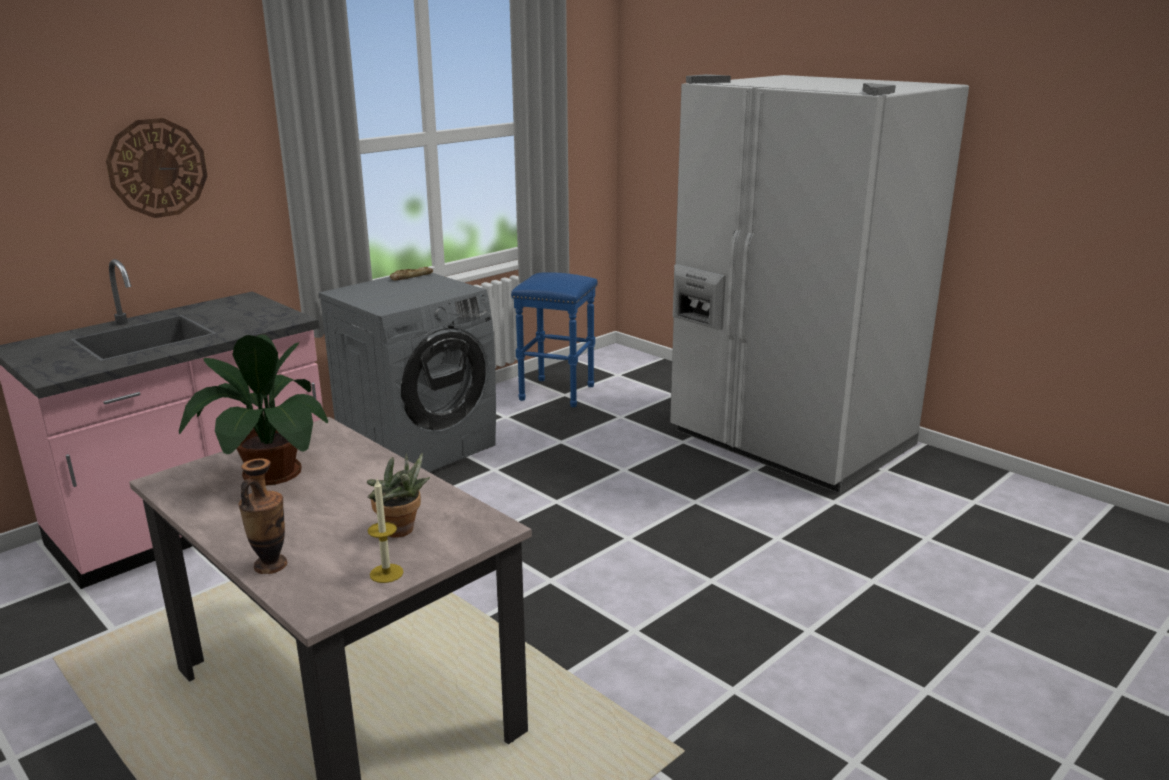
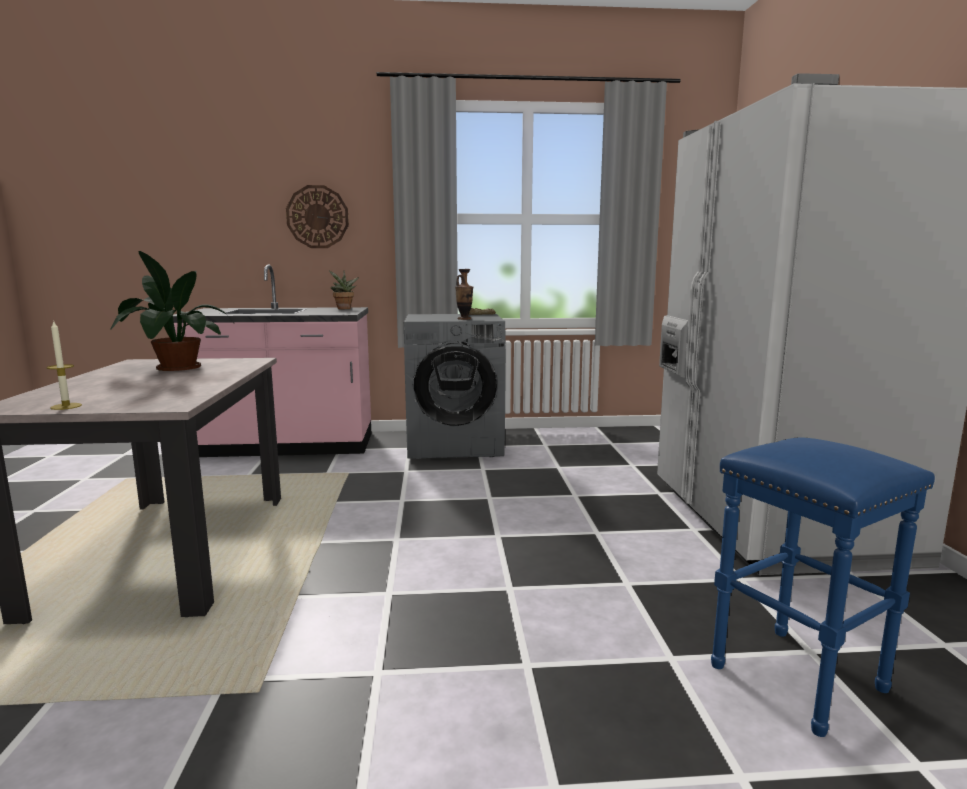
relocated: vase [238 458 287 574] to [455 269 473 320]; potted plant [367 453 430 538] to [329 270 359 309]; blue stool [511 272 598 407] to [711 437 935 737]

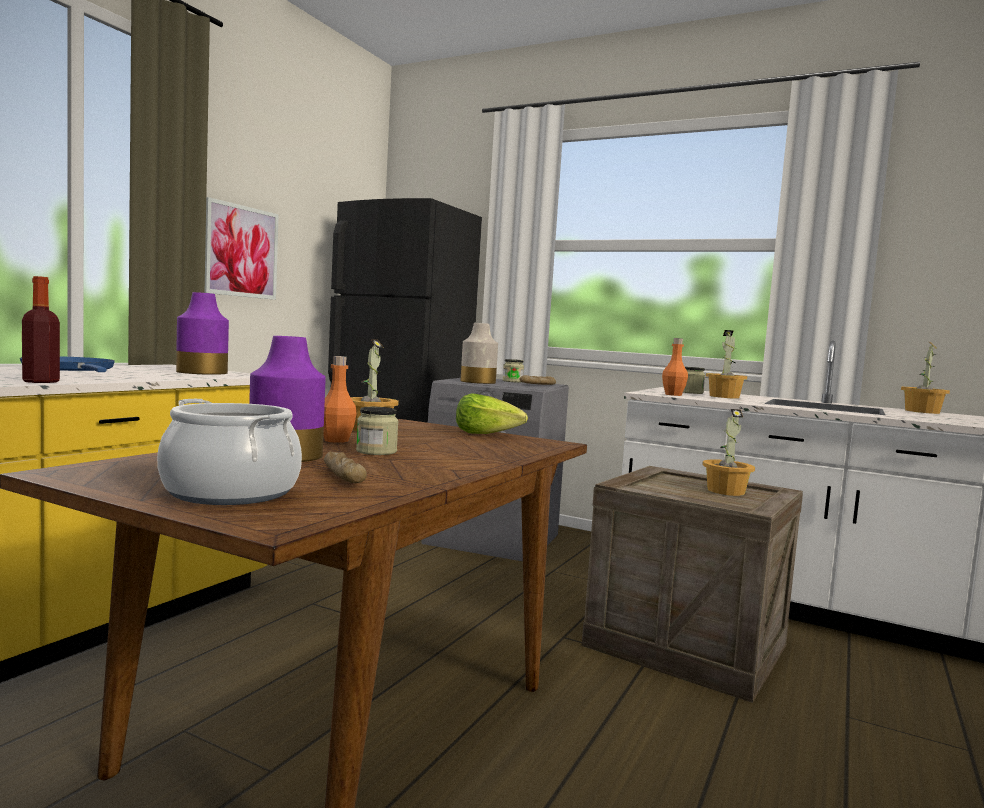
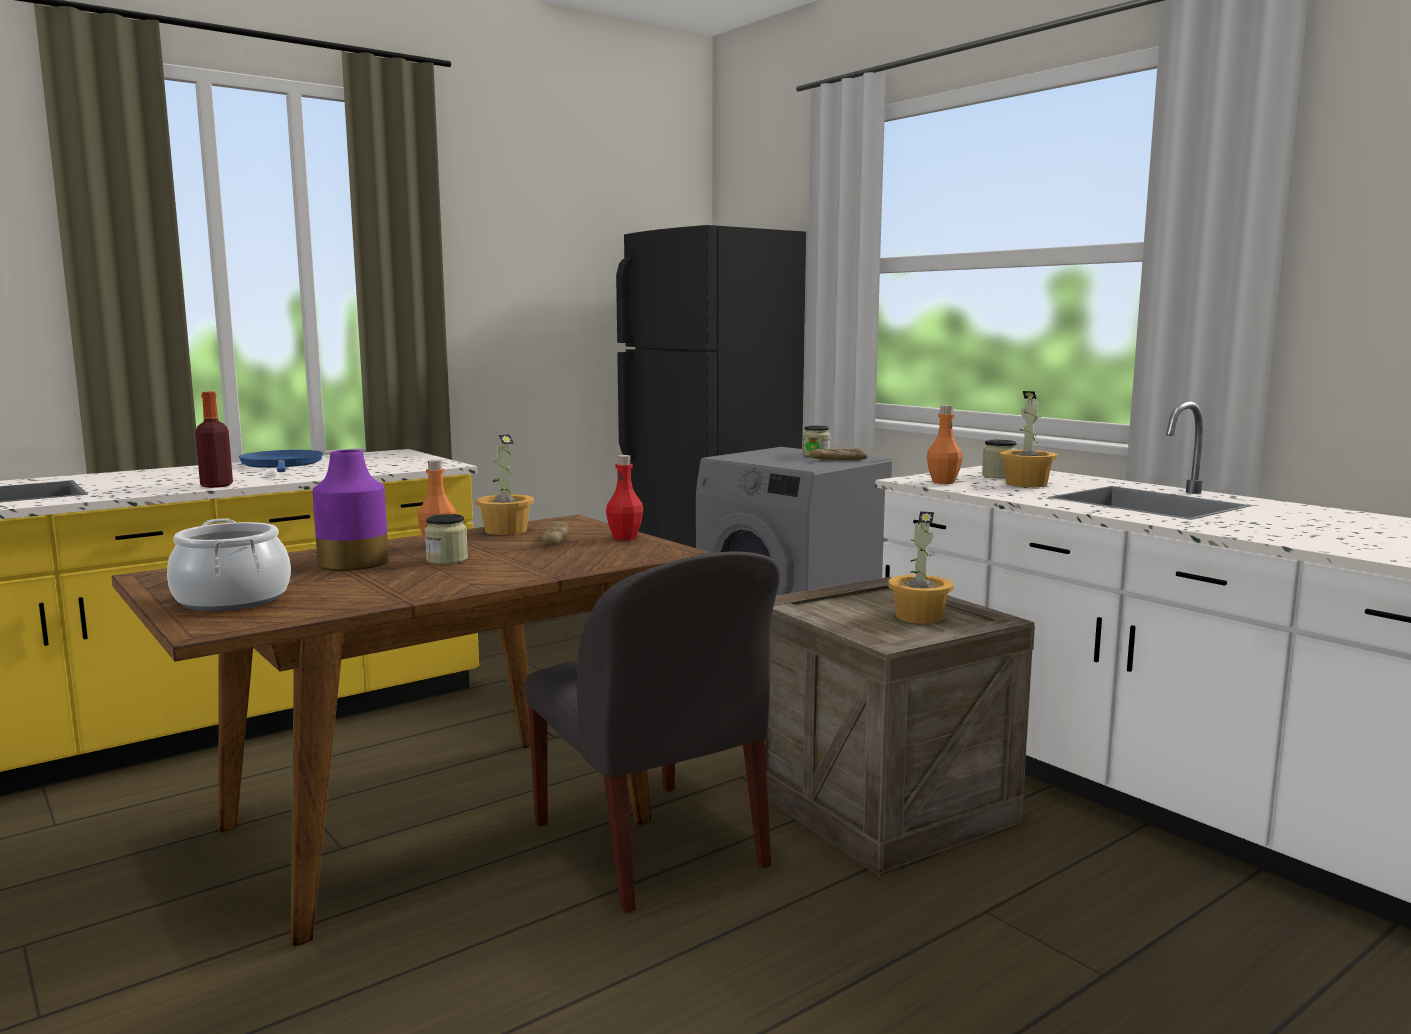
missing: purple vase [176 292 229 375]; picture [204 197 279 300]; beige vase [461 323 498 384]; potted plant [901 342 950 414]
appeared: grey chair [524 552 780 913]
relocated: bread [324 451 367 483] to [541 521 569 545]
exchanged: lettuce [456 393 528 434] to red bottle [606 455 643 540]

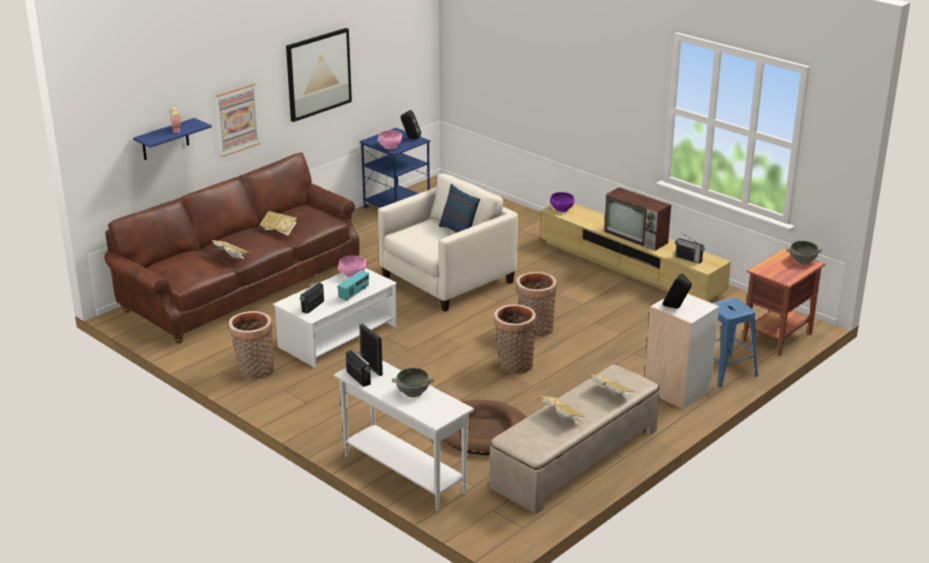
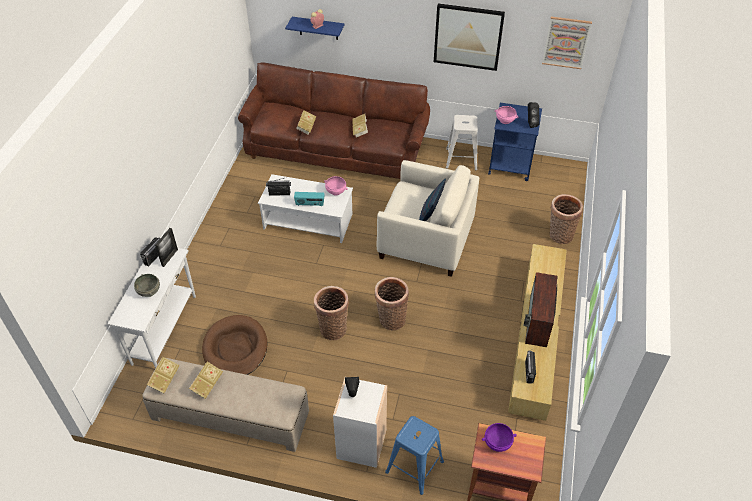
missing: grey bowl [787 241 822 264]
appeared: white stool [446 115 478 170]
relocated: picture [215 83 260 157] to [542 17 592 69]; basket [229 311 273 380] to [550 194 583 244]; purple bowl [550 192 575 212] to [482 423 517 452]; book [589 374 634 399] to [147 357 180 393]

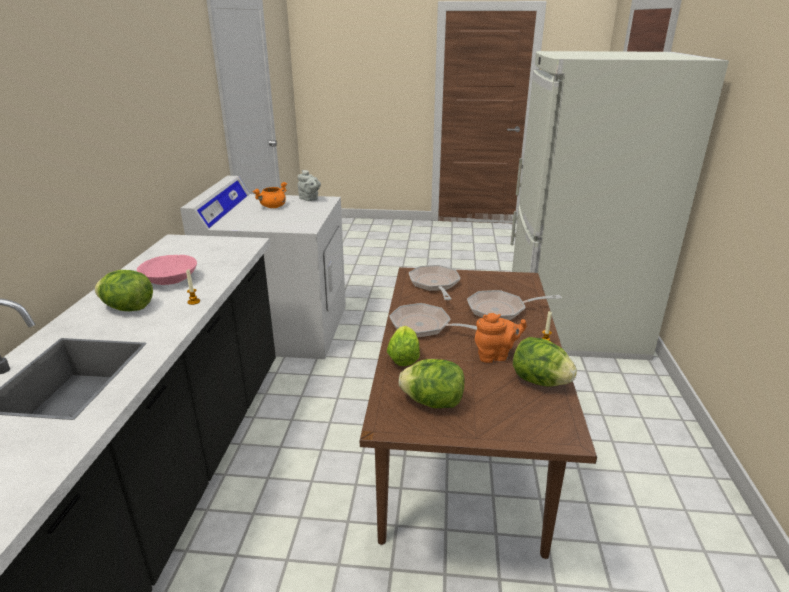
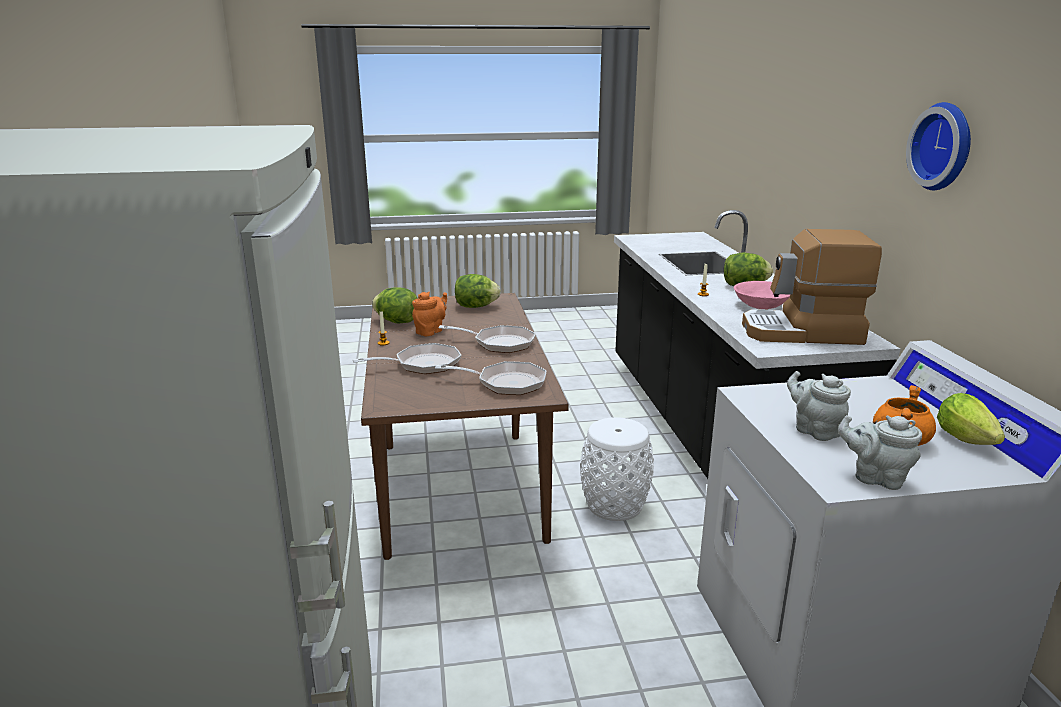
appeared: white stool [580 417 654 521]; coffee machine [742 229 882 345]; grey teapot [787 371 851 441]; wall clock [906 102 971 190]
relocated: lettuce [387 326 420 366] to [937 393 1005 445]
spun: frying pan [409 265 460 300] = [435 361 547 395] 60 degrees counterclockwise; orange teapot [475 313 527 363] = [412 292 447 336] 150 degrees clockwise

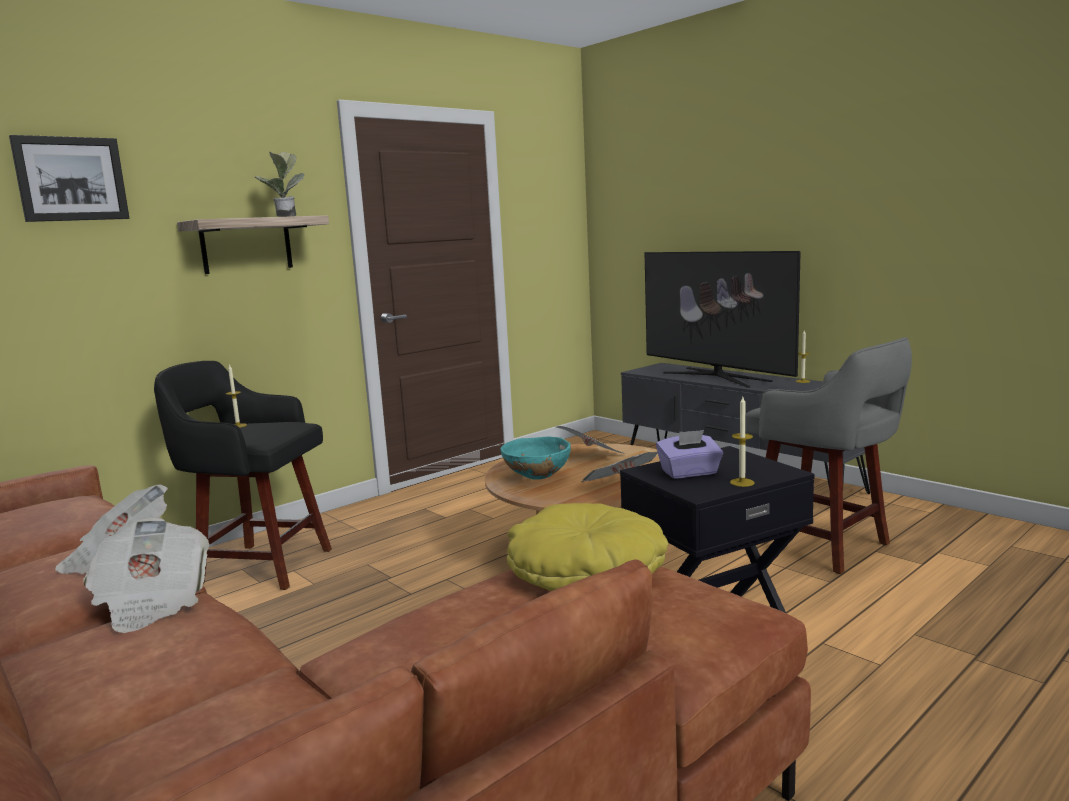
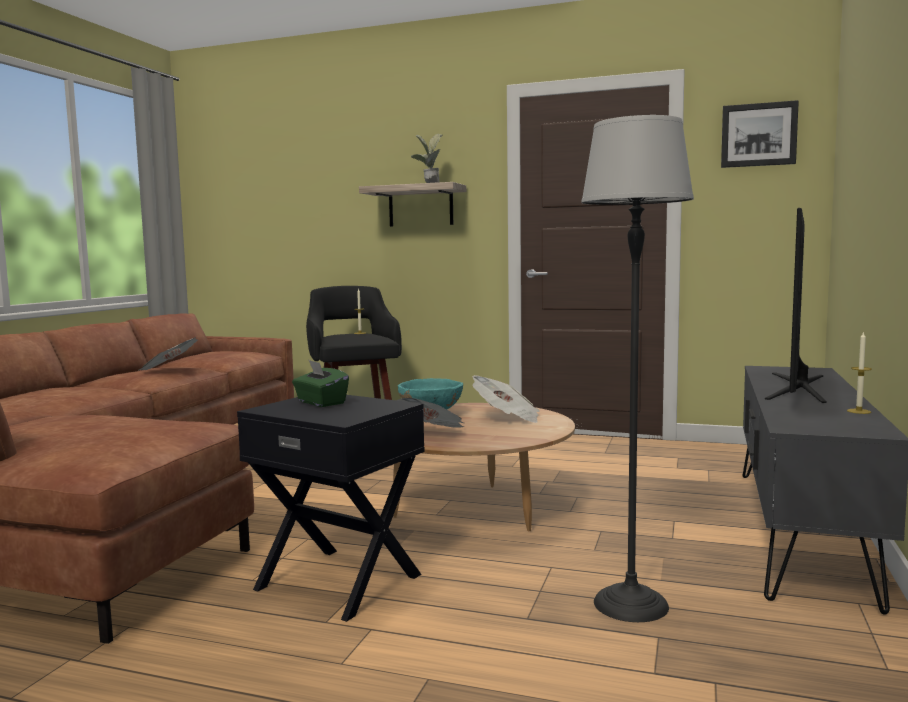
missing: newspaper [83 518 210 633]; yellow pillow [507 503 668 591]; candle [730 397 755 487]
relocated: picture [9 135 130 222] to [721 100 799 168]
exchanged: grey stool [745 337 912 574] to floor lamp [581 115 694 622]
colour: purple tissue box [656 430 723 479] to green tissue box [292 360 349 407]

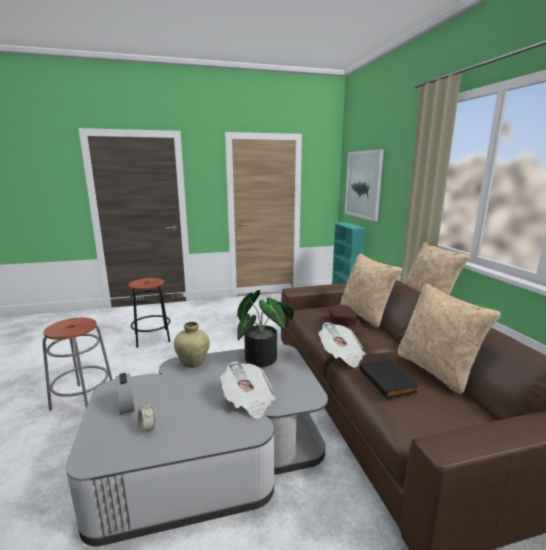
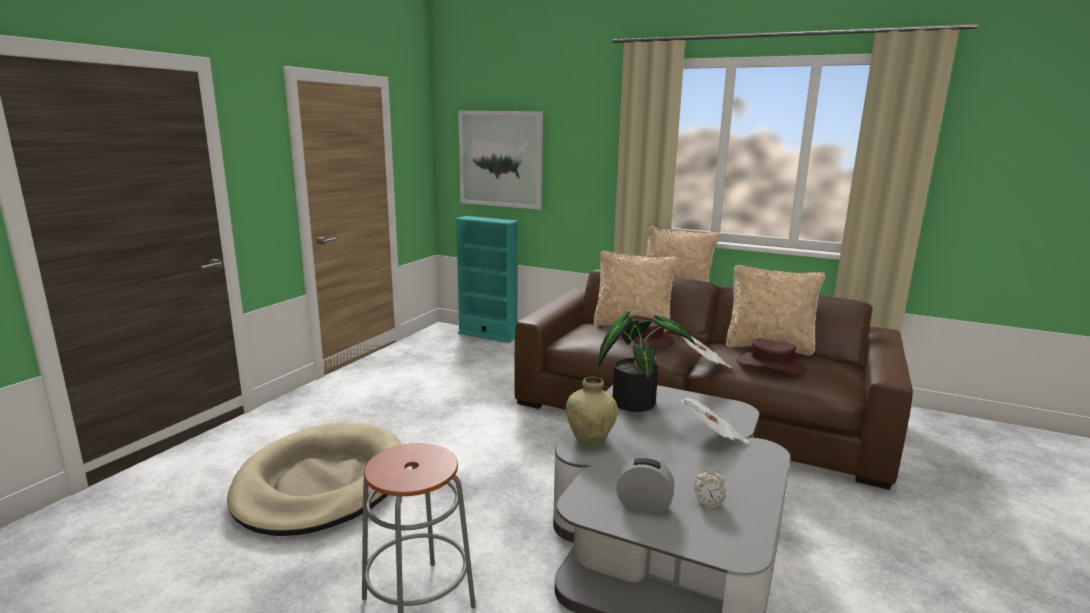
exchanged: black stool [129 278 170 348] to beige dog bed [227 422 402 536]; black book [360 359 419 399] to brown hat [736 338 807 375]

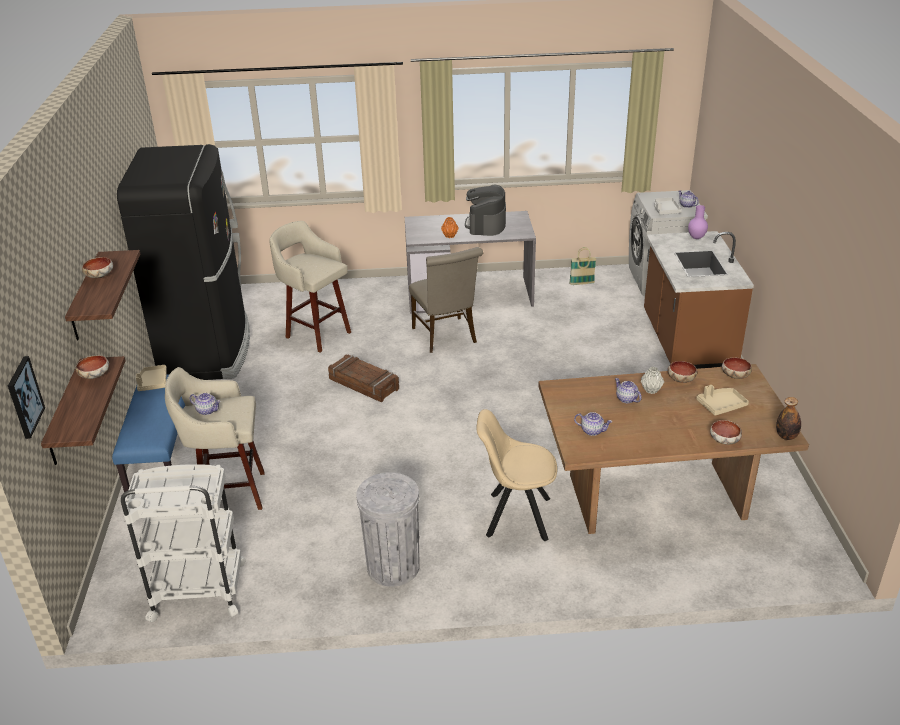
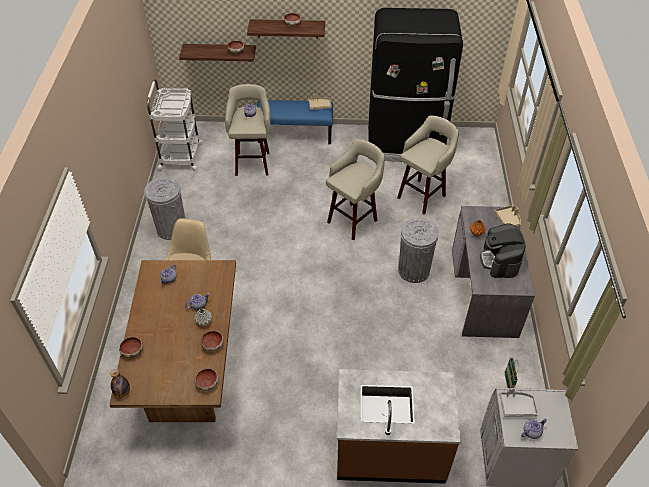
missing: picture [8 356 45 439]; purple vase [688 205 708 239]
relocated: beige tray [696 385 749 416] to [494 205 521 227]
exchanged: crate [328 355 399 402] to beige stool [326 139 385 241]; beige chair [409 247 483 353] to grey trash can [398 218 439 283]
spun: coffee machine [465 185 506 236] = [480 223 525 278] 105 degrees counterclockwise

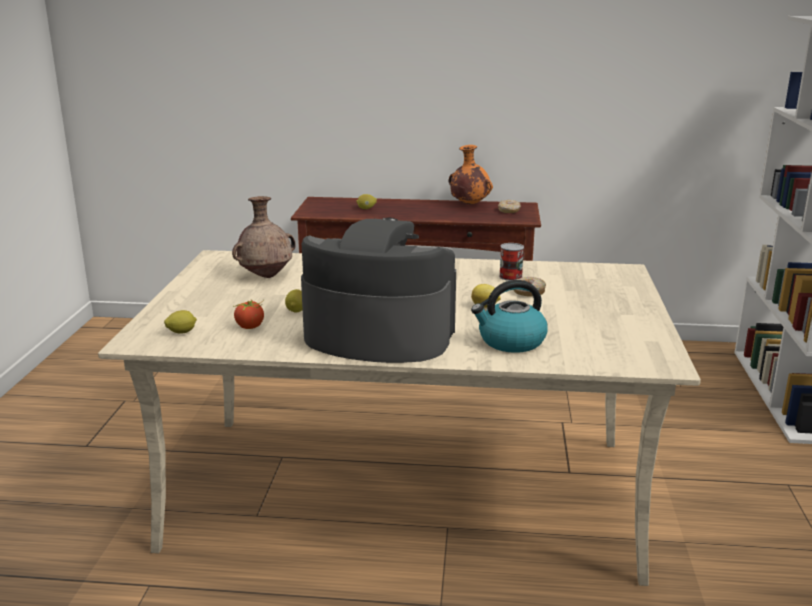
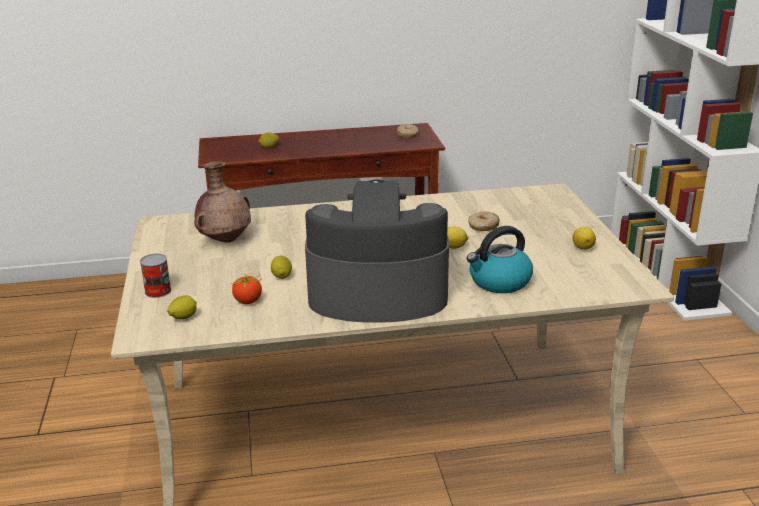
missing: orange vase [449 145 493 204]
appeared: lemon [573 227 596 250]
relocated: can [499 243 524 281] to [140 253 171 298]

